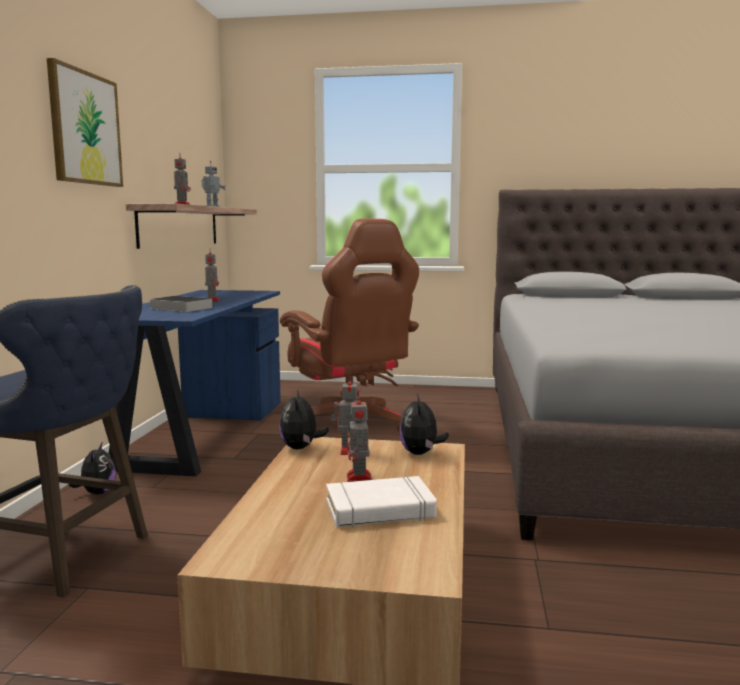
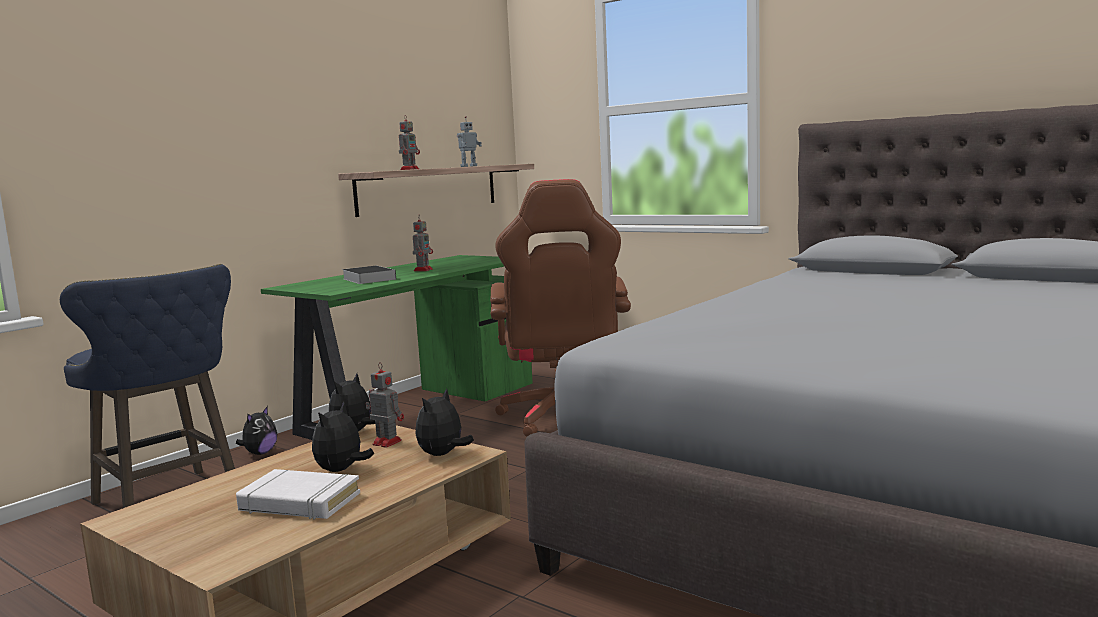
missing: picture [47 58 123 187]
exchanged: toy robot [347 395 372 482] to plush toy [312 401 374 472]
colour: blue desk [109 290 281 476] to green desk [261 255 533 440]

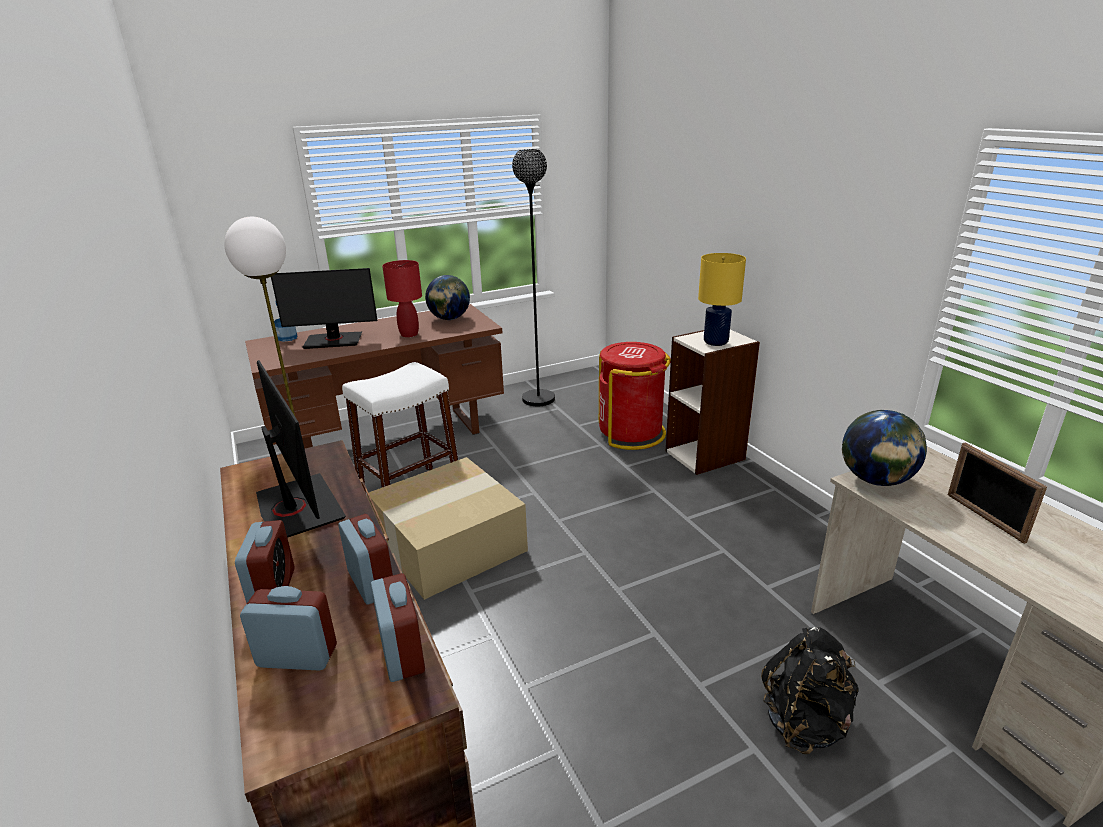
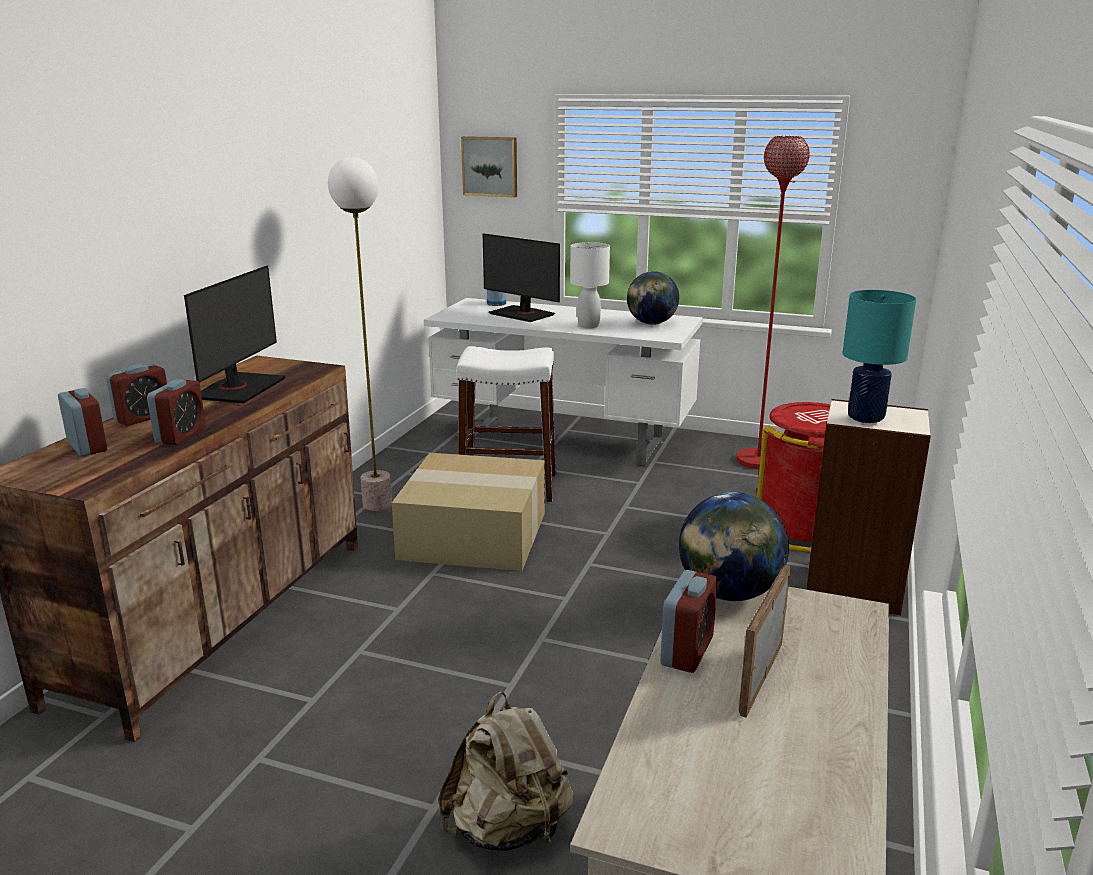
appeared: picture [461 136 517 198]
relocated: alarm clock [371 573 425 682] to [660 570 718 673]
colour: brown desk [245 304 504 449] to white desk [424 298 703 466]; red table lamp [382 260 422 337] to white table lamp [570 242 610 328]; black floor lamp [512 149 555 406] to red floor lamp [736 136 810 469]; yellow table lamp [698 253 746 346] to turquoise table lamp [842 290 916 423]; black backpack [761 627 859 754] to beige backpack [438 691 574 851]

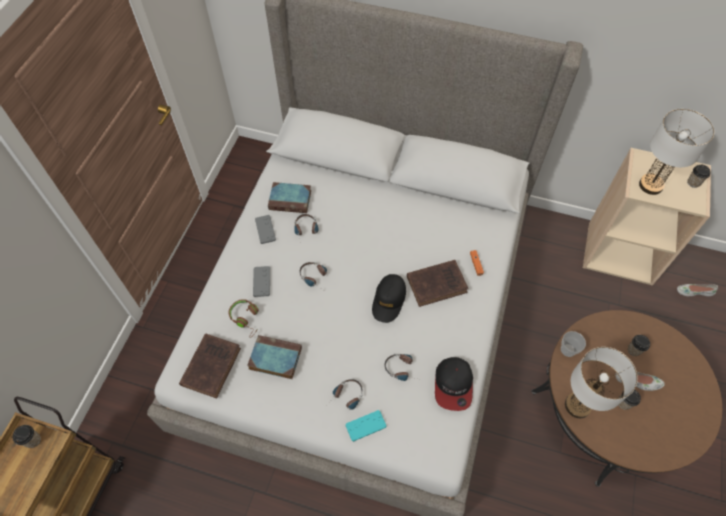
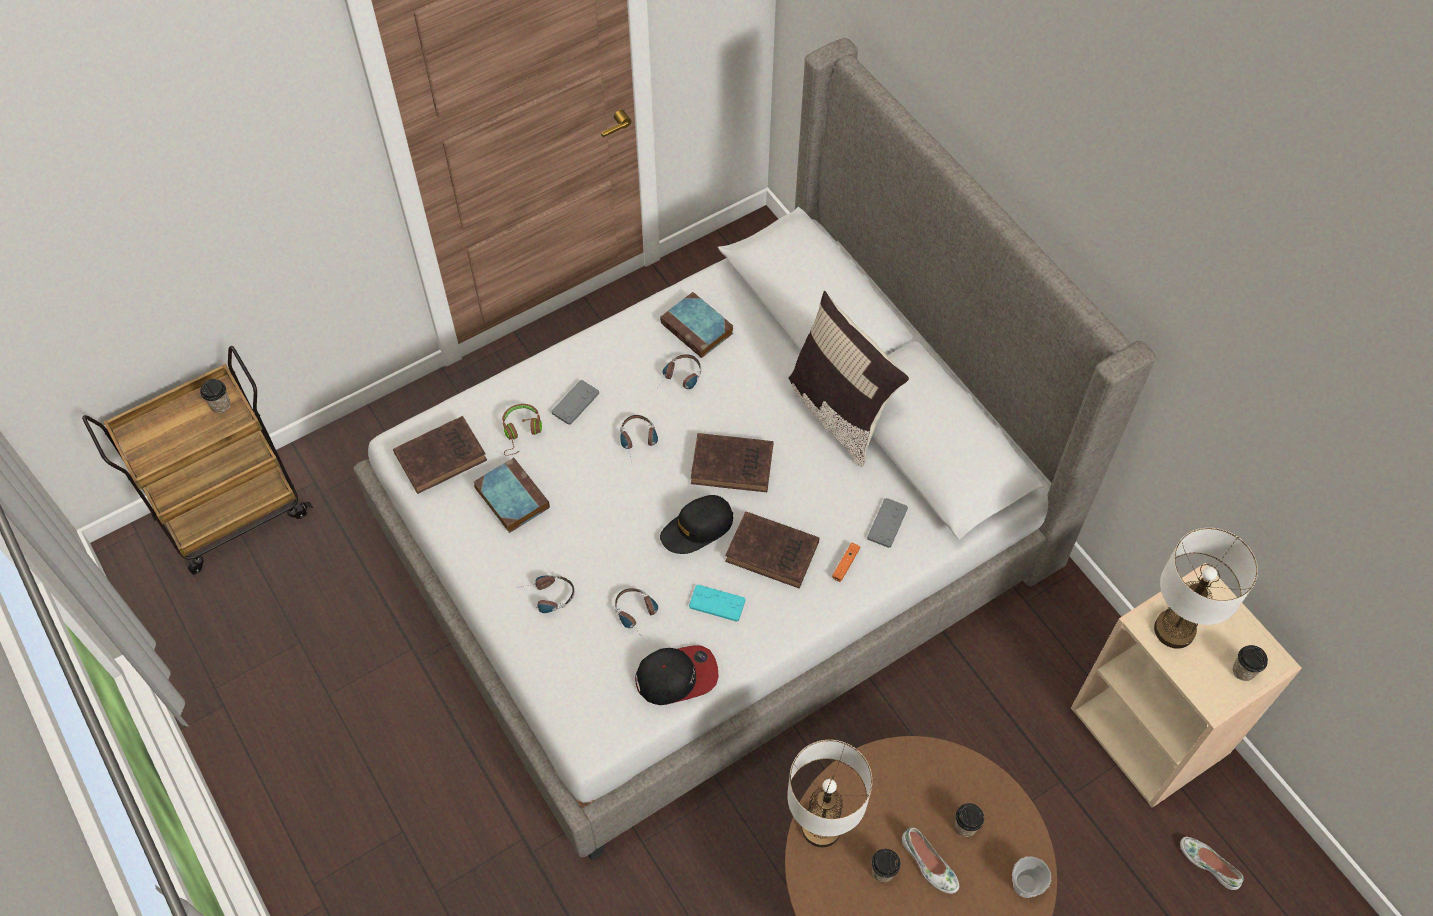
appeared: brown book [691 433 774 492]; pillow [789 291 909 467]
relocated: grey game controller [255 215 276 244] to [867 498 908 548]; turquoise game controller [345 410 386 442] to [689 585 746 622]; cup [561 331 586 357] to [1012 856 1051 898]
spun: cap [435 357 473 411] = [635 645 719 705] 150 degrees counterclockwise

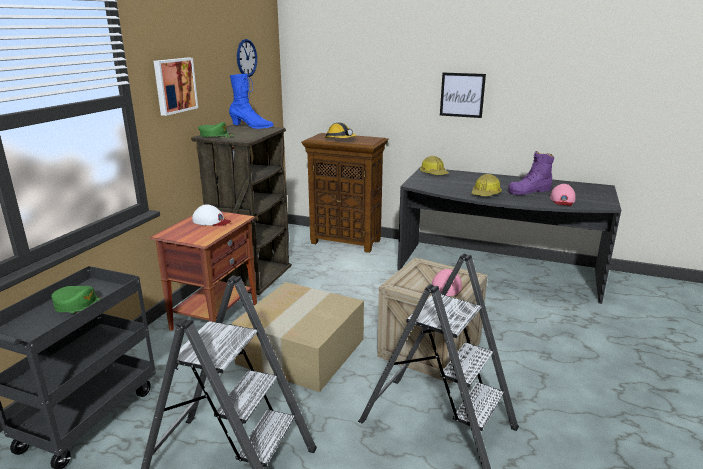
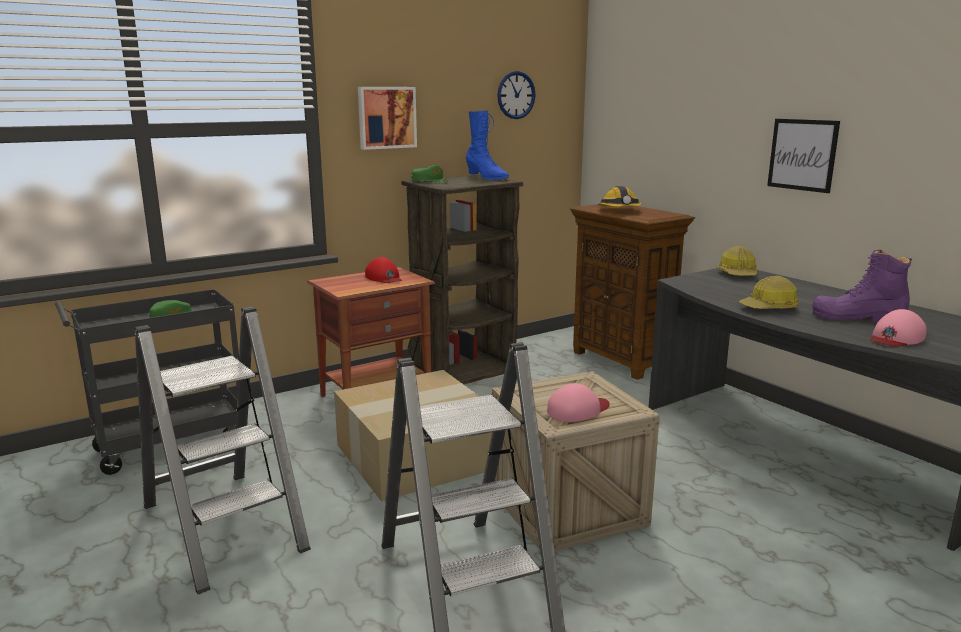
colour: white cap [192 204 231 226] to red cap [365 257 402 283]

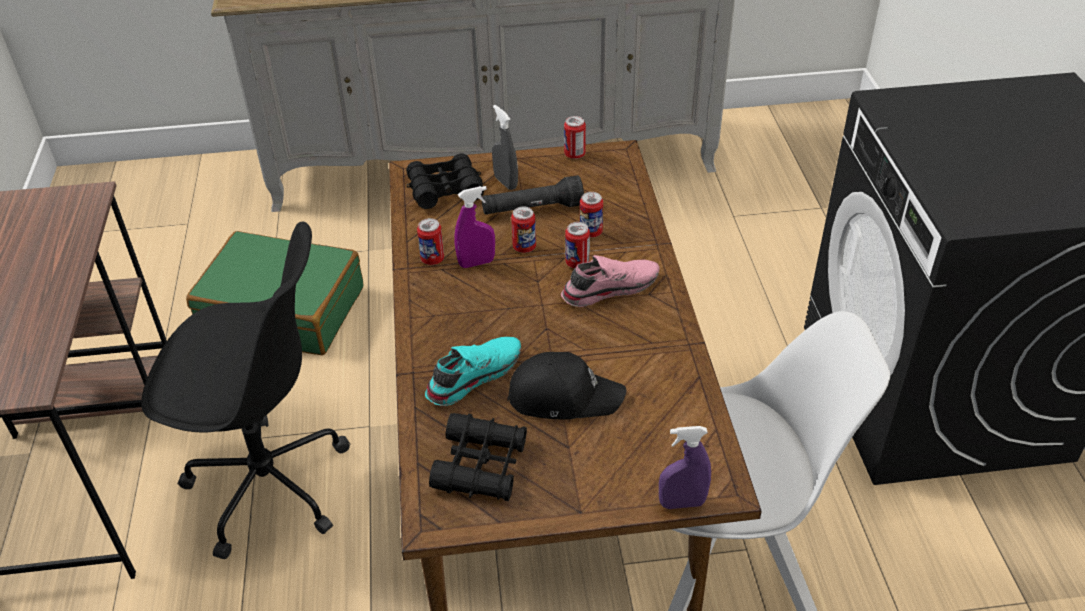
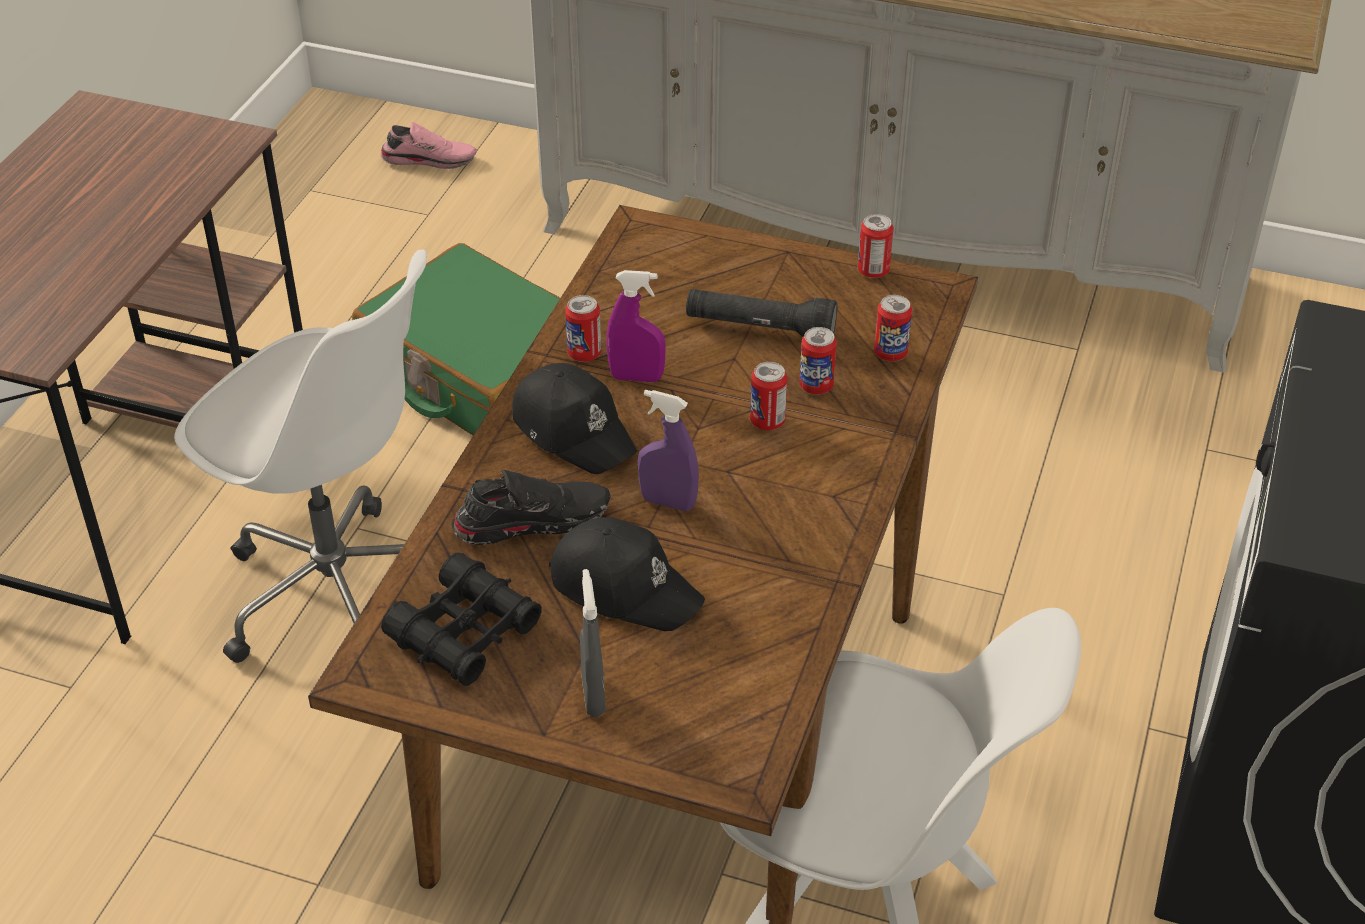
missing: black binoculars [406 153 484 209]
appeared: black cap [512 363 637 474]
relocated: grey spray bottle [492 105 518 190] to [580 569 606 717]; can [511 207 536 253] to [874 295 912 361]; pink shoe [561 255 659 307] to [381 122 477 169]; purple spray bottle [659 426 711 509] to [638 390 699 511]
colour: black office chair [141 222 350 559] to white office chair [174 249 427 663]; turquoise shoe [425 337 521 406] to black shoe [452 470 611 545]

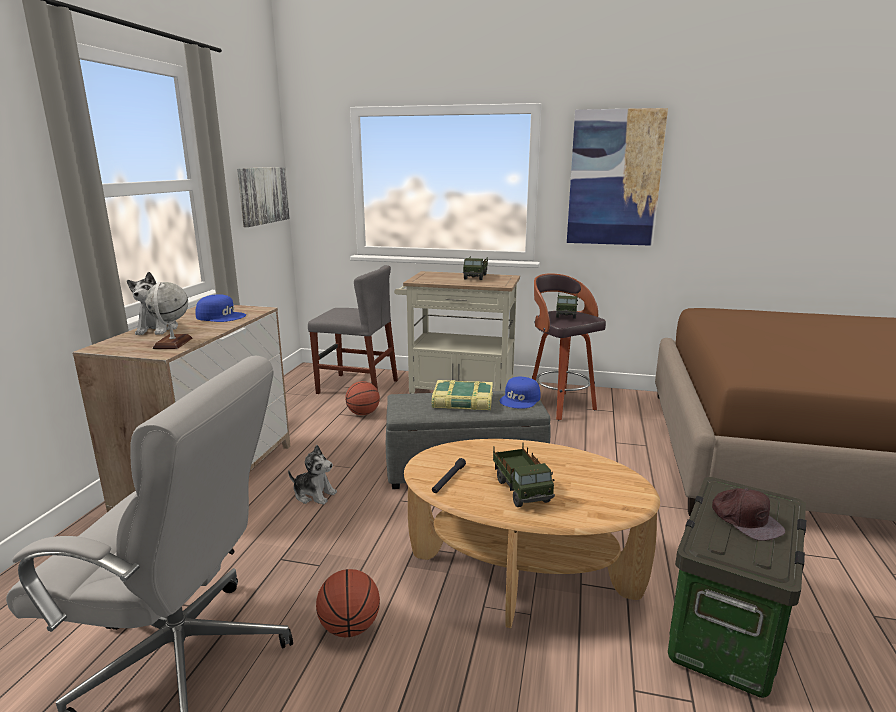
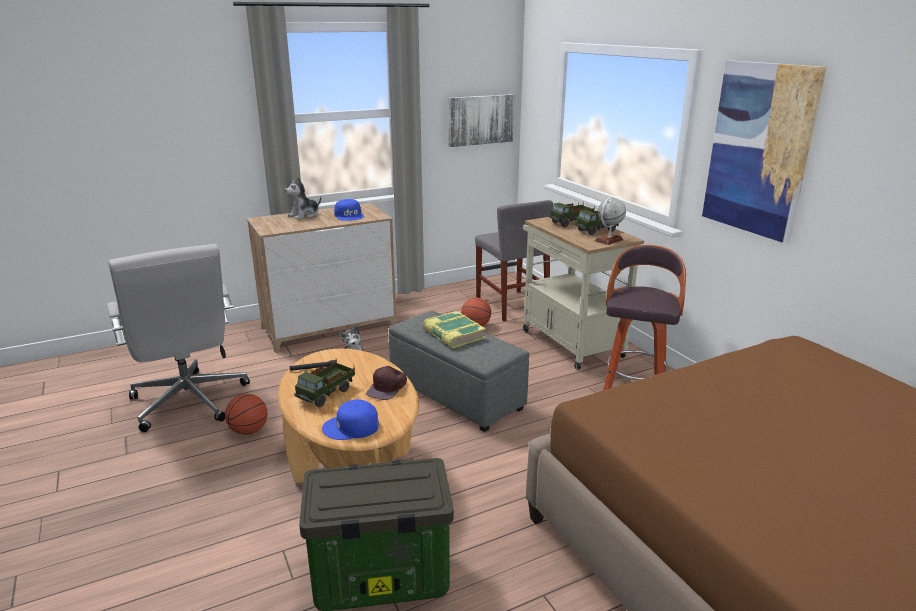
relocated: globe [145 282 193 349] to [595 197 626 245]; blue cap [499 377 541 409] to [322 399 379 440]; toy truck [556 293 578 319] to [549 202 595 227]; brown cap [712 488 785 541] to [366 366 407 400]

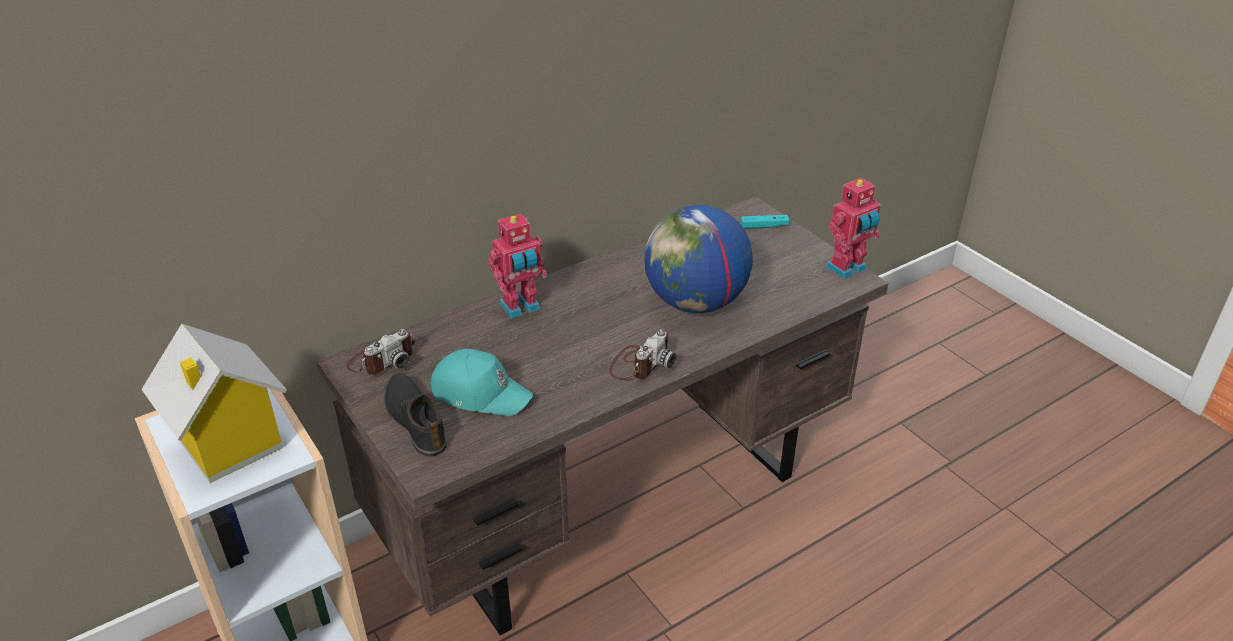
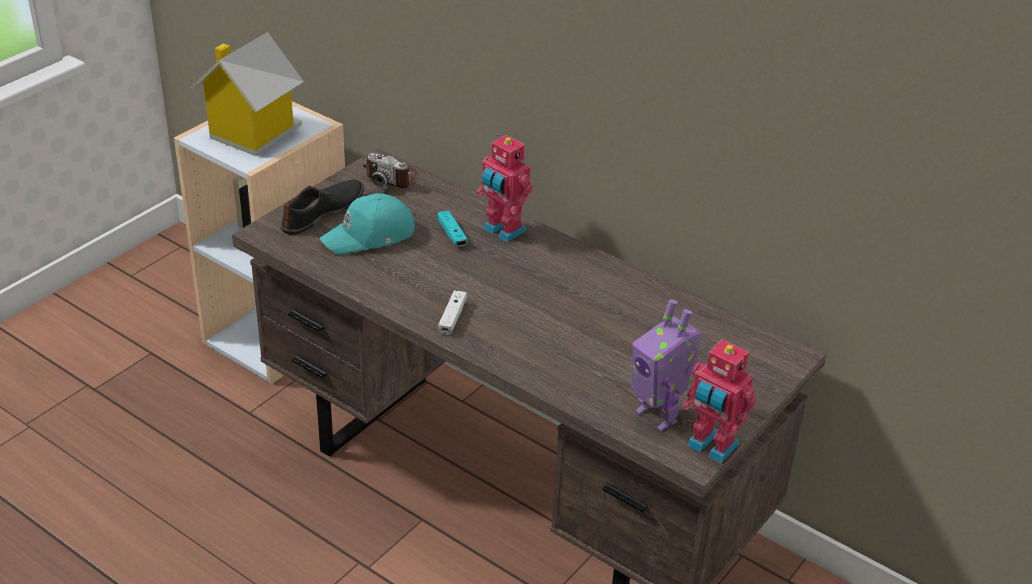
missing: globe [644 205 753 313]
appeared: toy robot [631 299 702 431]
relocated: turquoise game controller [741 215 790 229] to [437 210 468 247]
exchanged: photo camera [609 330 676 379] to white game controller [438 290 467 335]
spun: turquoise cap [430 349 533 416] = [320 193 415 255] 60 degrees clockwise

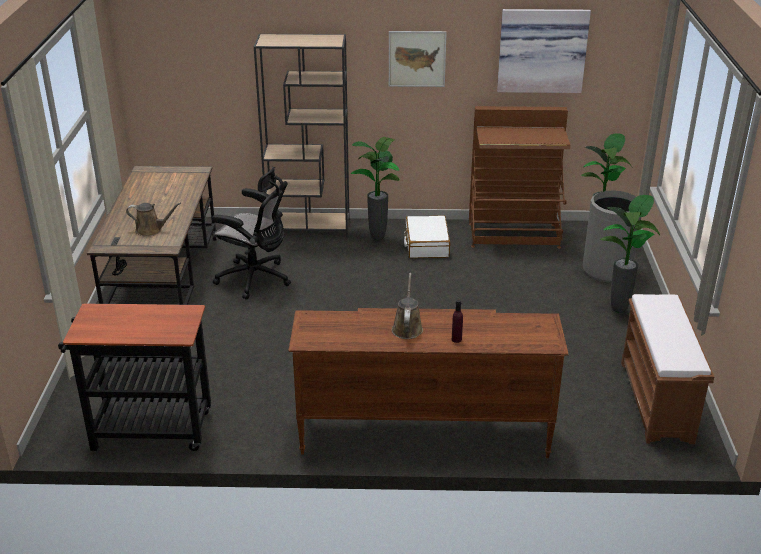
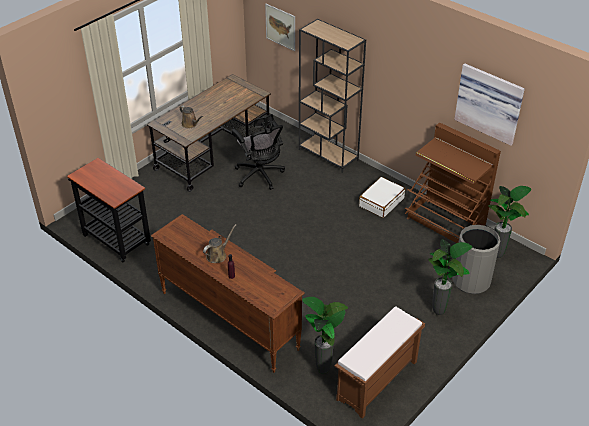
relocated: potted plant [351 137 400 240] to [302 297 348 374]; picture [389 31 446 87] to [265 4 295 51]

